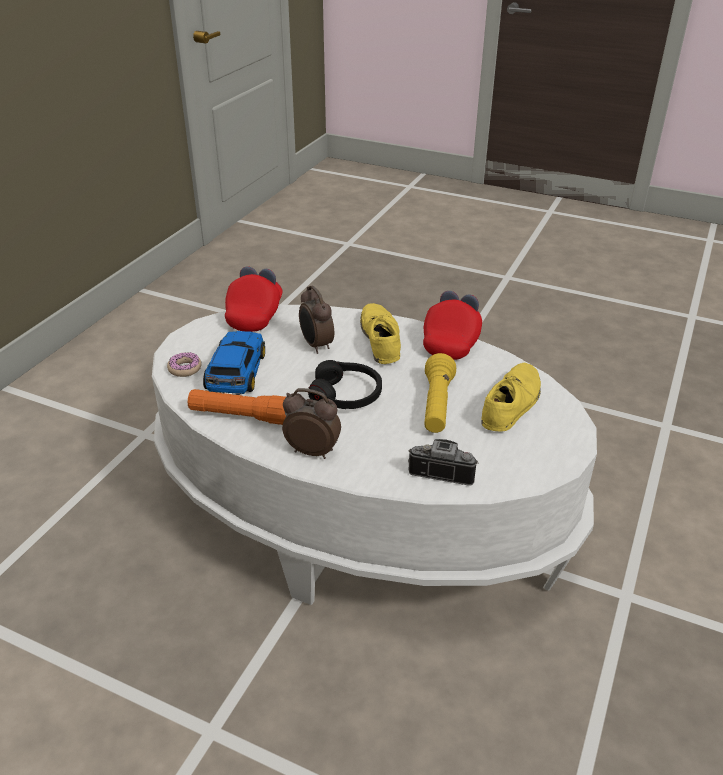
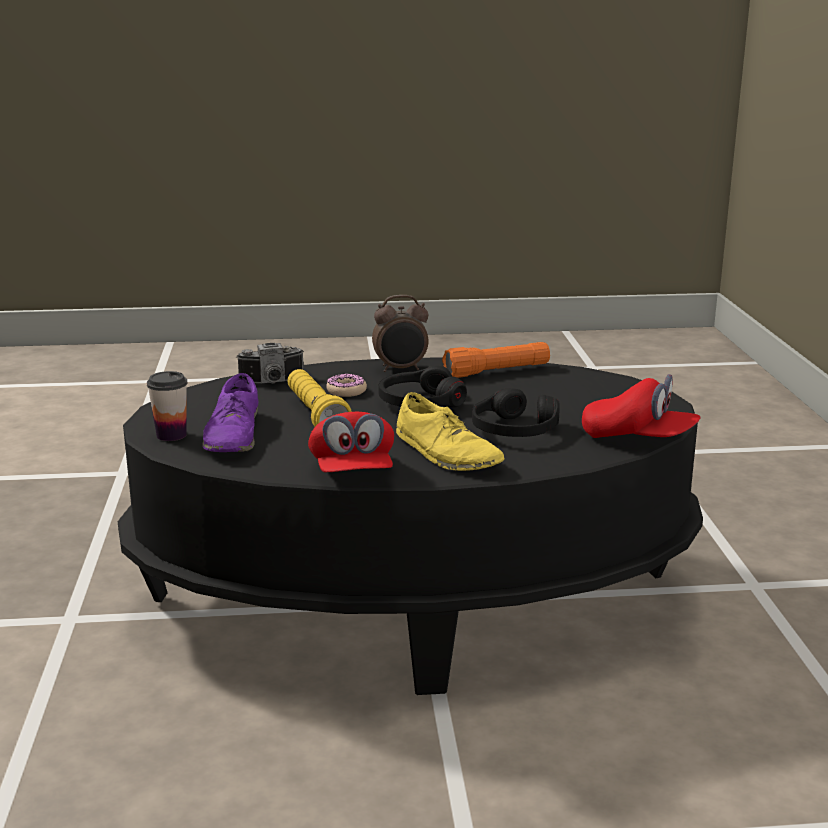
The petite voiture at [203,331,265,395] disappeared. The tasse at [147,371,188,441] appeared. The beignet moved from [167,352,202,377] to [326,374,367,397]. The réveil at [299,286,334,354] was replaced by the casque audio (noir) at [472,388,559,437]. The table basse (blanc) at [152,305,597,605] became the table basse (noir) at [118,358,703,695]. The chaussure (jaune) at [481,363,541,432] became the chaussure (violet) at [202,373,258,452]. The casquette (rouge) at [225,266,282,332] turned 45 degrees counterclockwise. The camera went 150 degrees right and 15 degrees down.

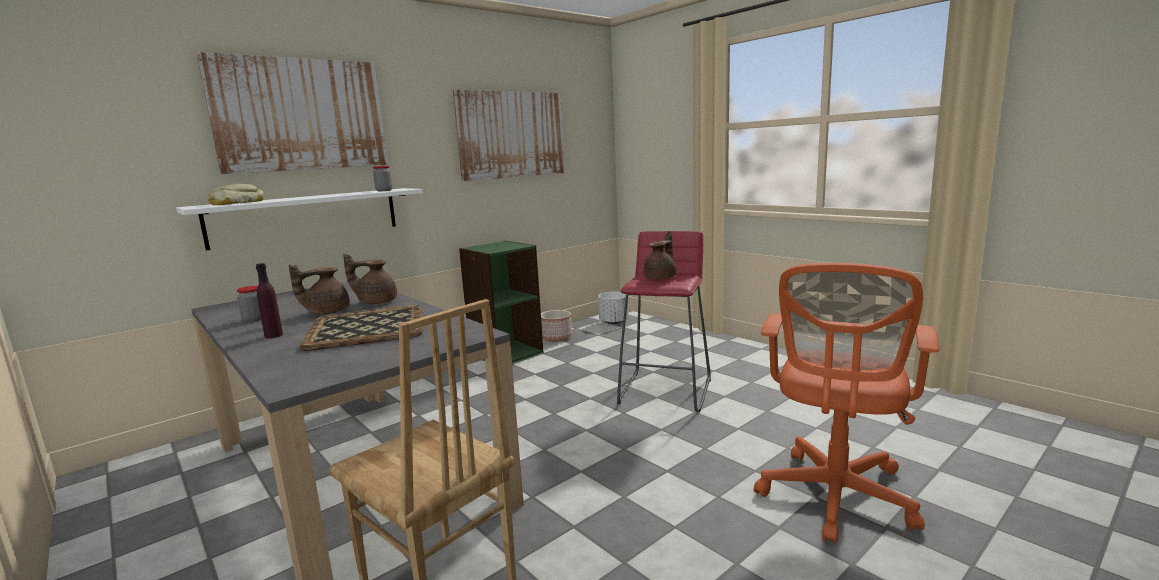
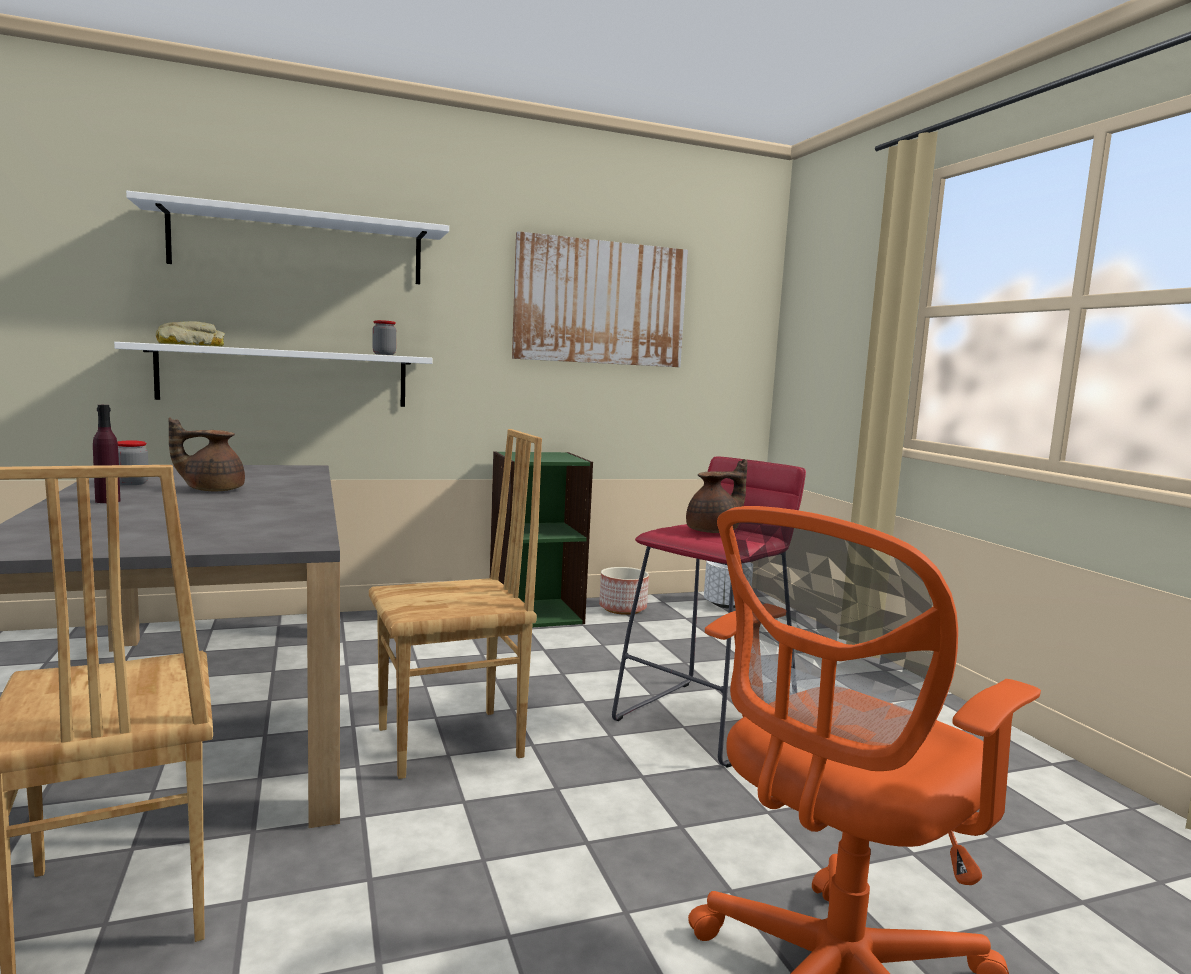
The plateau at [299,305,423,351] disappeared. The théière (marron) at [343,254,397,304] disappeared. The chaise (marron) at [369,429,542,779] appeared. The tableau at [197,52,388,174] was replaced by the étagère (blanc) at [126,191,449,284]. The camera went 20 degrees right and 5 degrees down.

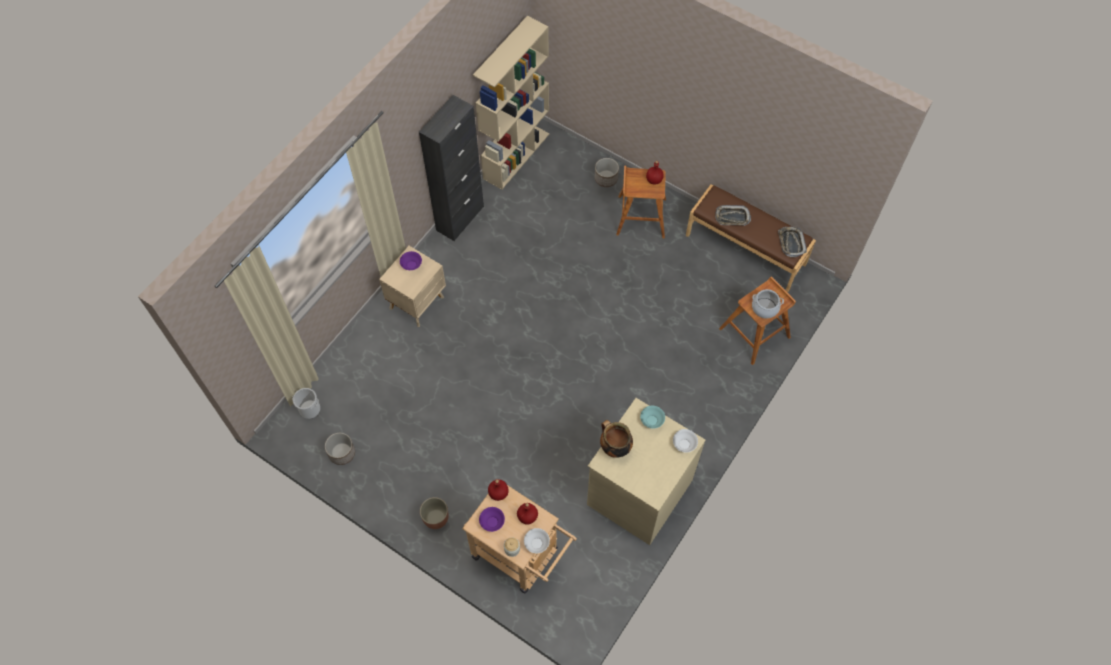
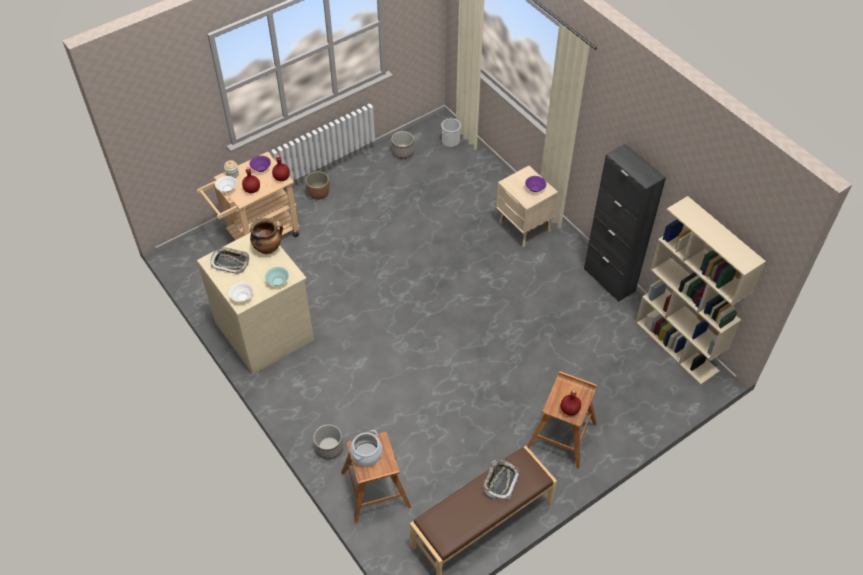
The cache-pot moved from [595,158,619,187] to [313,424,343,459]. The plateau moved from [778,227,807,257] to [210,247,250,274]. The camera went 110 degrees right and 10 degrees down.

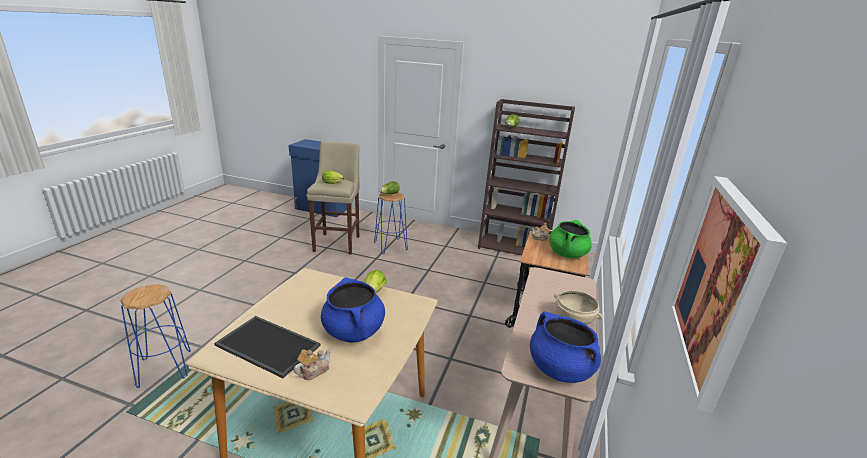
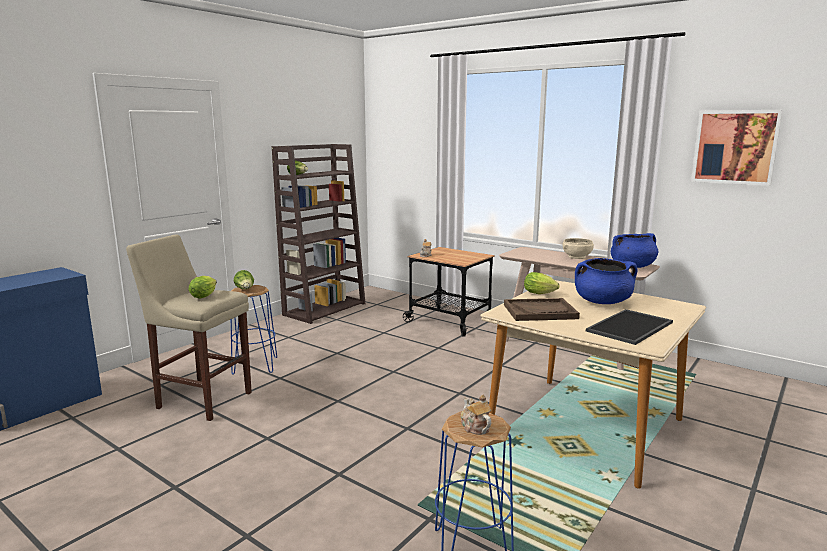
The marmite (vert) at [549,220,592,258] disappeared. The plateau (marron) at [504,298,580,321] appeared. The théière moved from [294,349,331,380] to [461,394,491,435]. The camera went 70 degrees left and 10 degrees down.

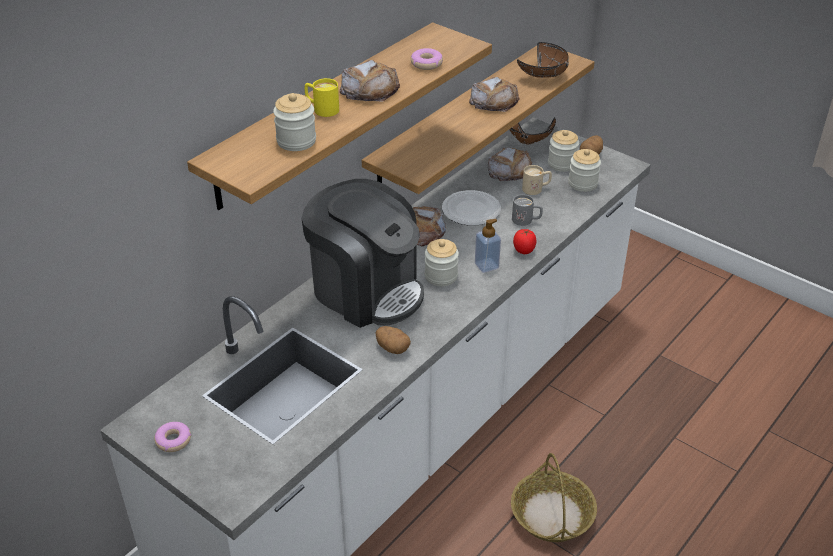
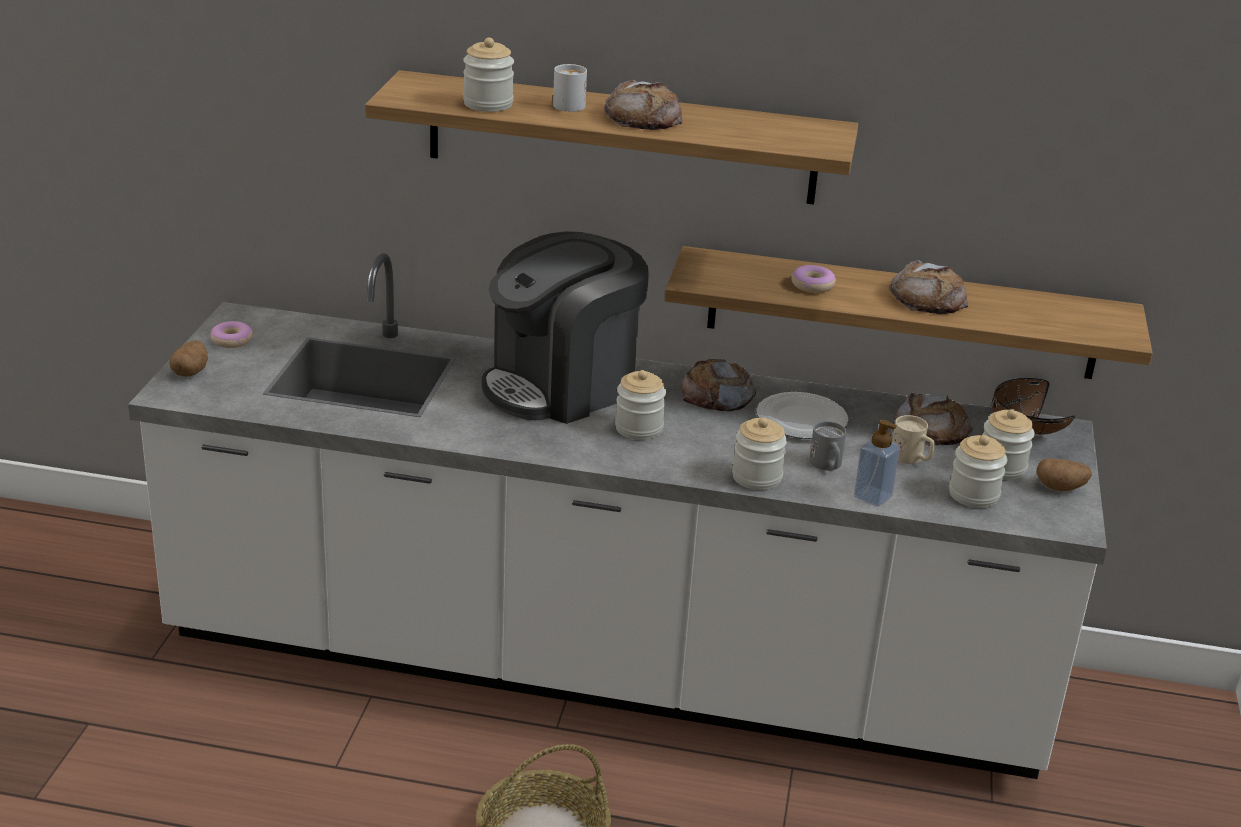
The bol (marron) at [517,42,569,78] disappeared. The pomme de terre moved from [376,326,411,354] to [169,340,208,377]. The beignet moved from [411,48,443,70] to [791,265,836,293]. The distributeur de savon moved from [475,219,501,273] to [854,420,900,507]. The tomate at [513,229,536,254] was replaced by the bocal at [732,417,787,490]. The mug (jaune) at [305,78,339,117] became the mug (blanc) at [553,64,587,112]. The machine à café at [302,179,424,328] turned 45 degrees clockwise. The camera went 60 degrees right and 10 degrees down.

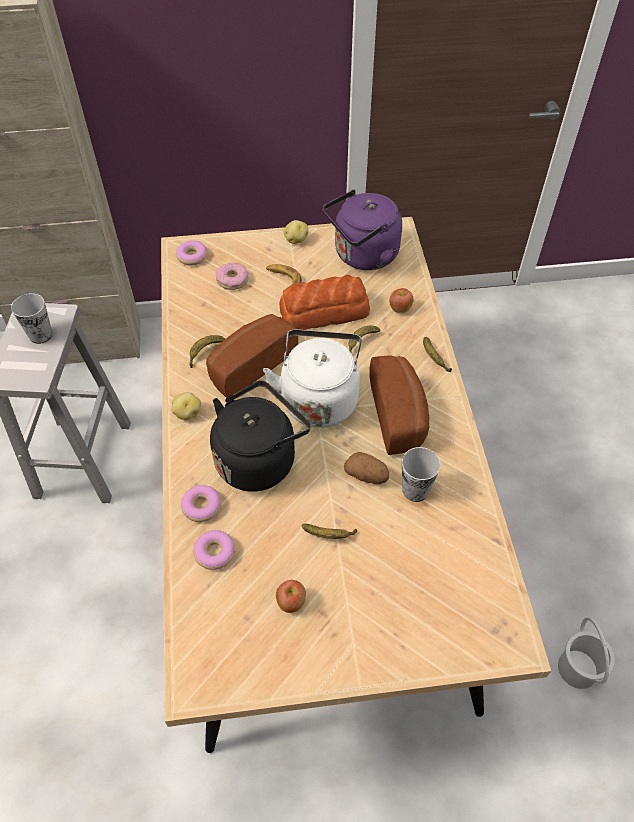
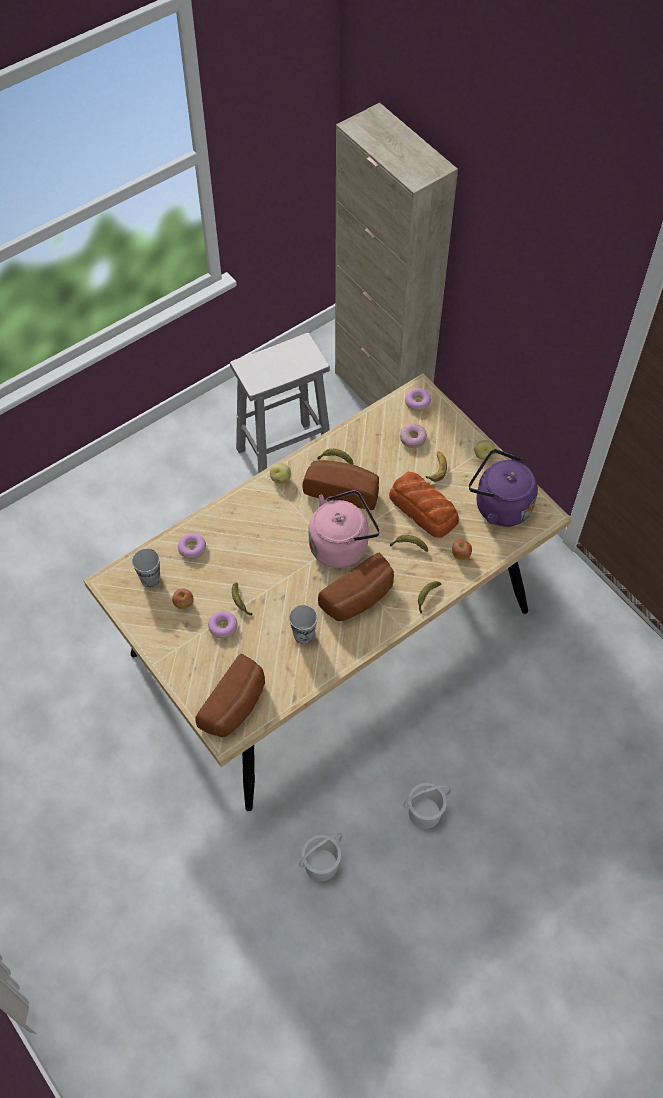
The bouilloire (noir) at [210,381,310,492] disappeared. The pomme de terre at [344,452,389,484] disappeared. The pain at [196,654,265,737] appeared. The seau (blanc) at [404,783,452,829] appeared. The tasse moved from [11,293,53,344] to [132,548,160,587]. The beignet moved from [181,485,221,522] to [208,611,238,638]. The bouilloire (blanc) at [263,329,361,428] became the bouilloire (rose) at [308,490,380,568]. The camera went 60 degrees right and 5 degrees up.

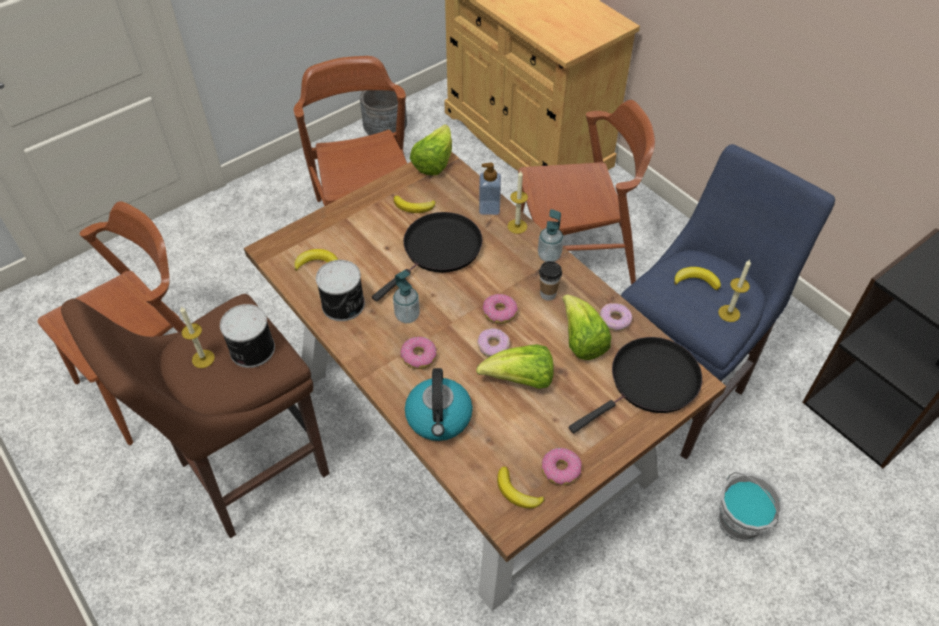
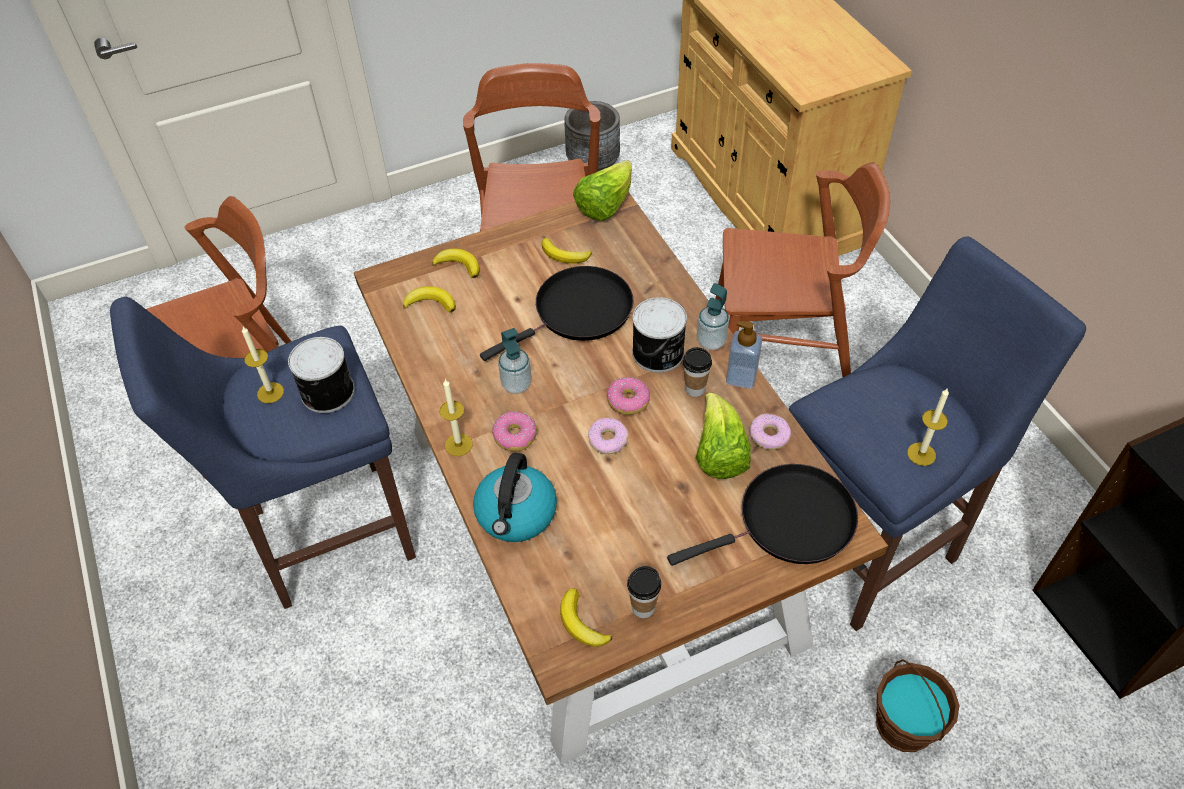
The laitue at [476,344,554,389] disappeared. The boîte métallique moved from [316,260,365,321] to [632,297,687,373]. The distributeur de savon moved from [479,163,501,215] to [726,321,762,389]. The bougie moved from [507,171,528,234] to [439,379,473,456]. The banane moved from [674,267,721,290] to [432,249,480,278]. The beignet at [541,448,582,485] was replaced by the tasse at [627,566,661,618]. The tabouret (marron) at [61,294,329,539] became the tabouret (bleu) at [110,297,416,609]. The seau (gris) at [718,472,784,542] became the seau (marron) at [876,659,959,752]. The camera went 15 degrees right and 0 degrees up.

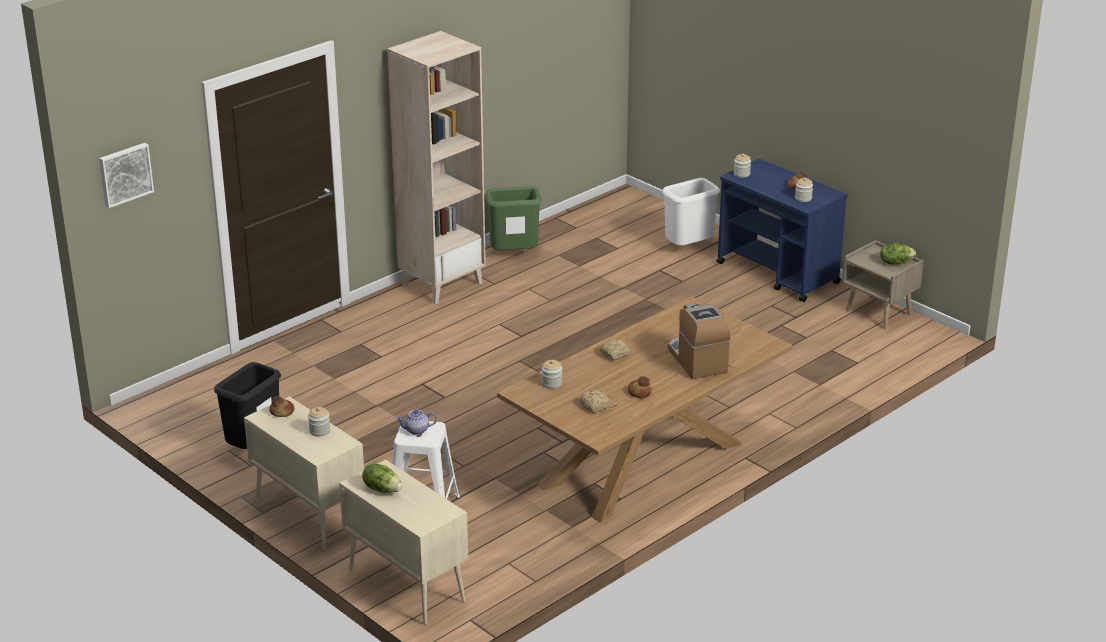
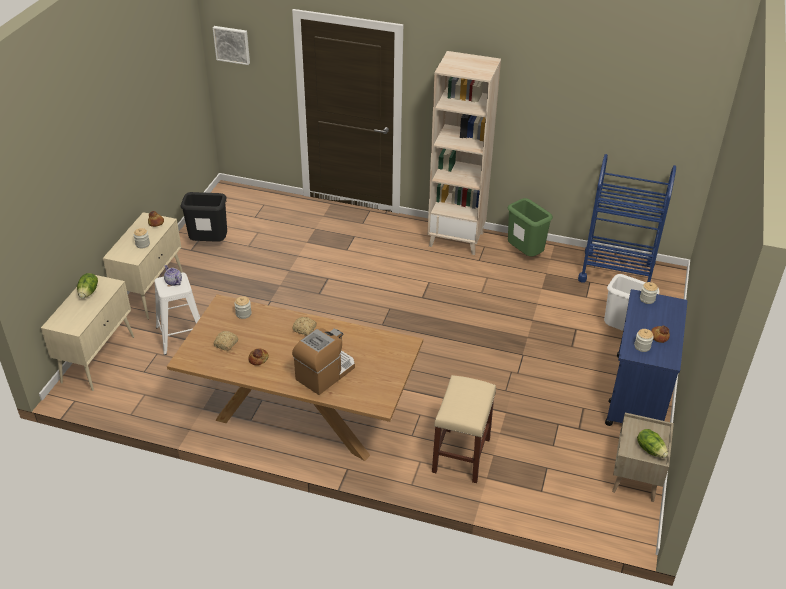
The tabouret (beige) at [432,375,496,483] appeared. The chariot (bleu) at [578,154,676,282] appeared. The camera went 60 degrees right and 10 degrees up.

